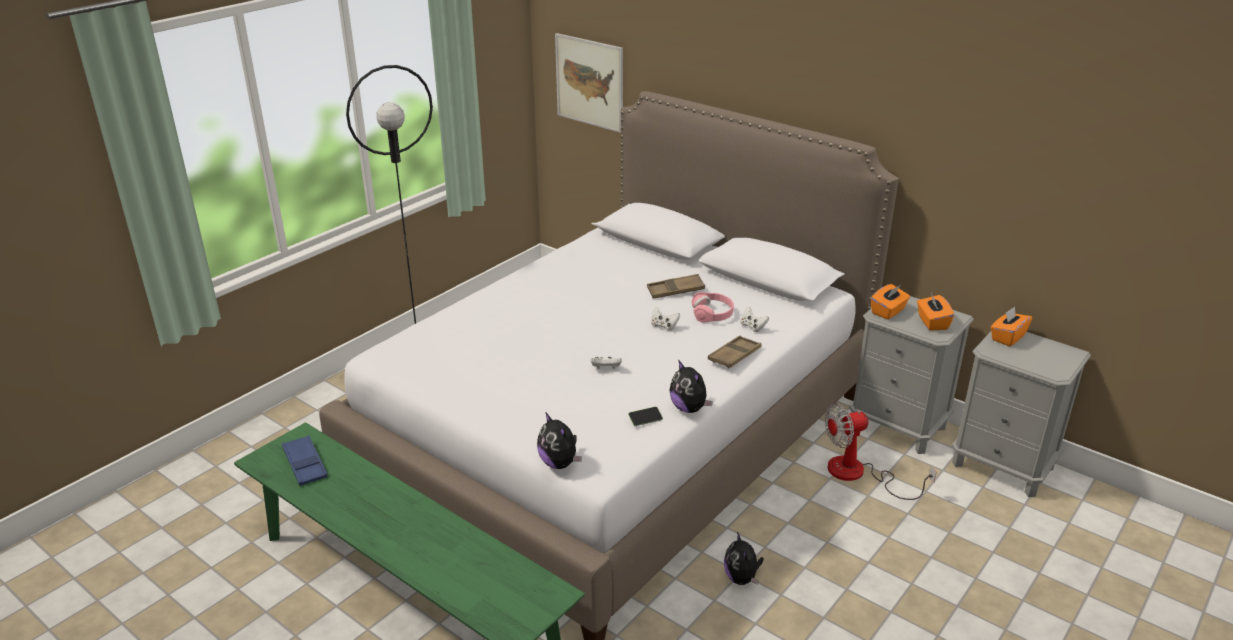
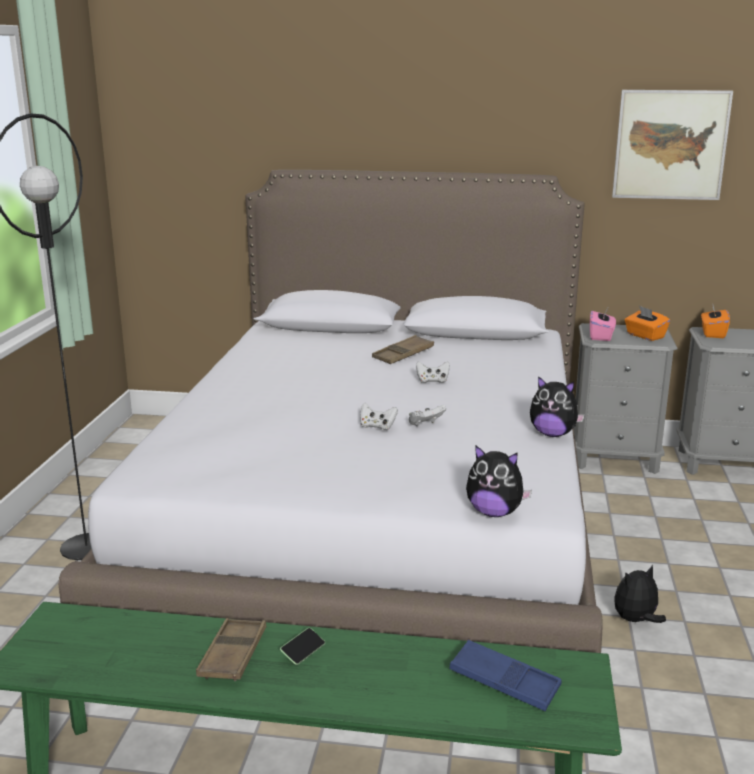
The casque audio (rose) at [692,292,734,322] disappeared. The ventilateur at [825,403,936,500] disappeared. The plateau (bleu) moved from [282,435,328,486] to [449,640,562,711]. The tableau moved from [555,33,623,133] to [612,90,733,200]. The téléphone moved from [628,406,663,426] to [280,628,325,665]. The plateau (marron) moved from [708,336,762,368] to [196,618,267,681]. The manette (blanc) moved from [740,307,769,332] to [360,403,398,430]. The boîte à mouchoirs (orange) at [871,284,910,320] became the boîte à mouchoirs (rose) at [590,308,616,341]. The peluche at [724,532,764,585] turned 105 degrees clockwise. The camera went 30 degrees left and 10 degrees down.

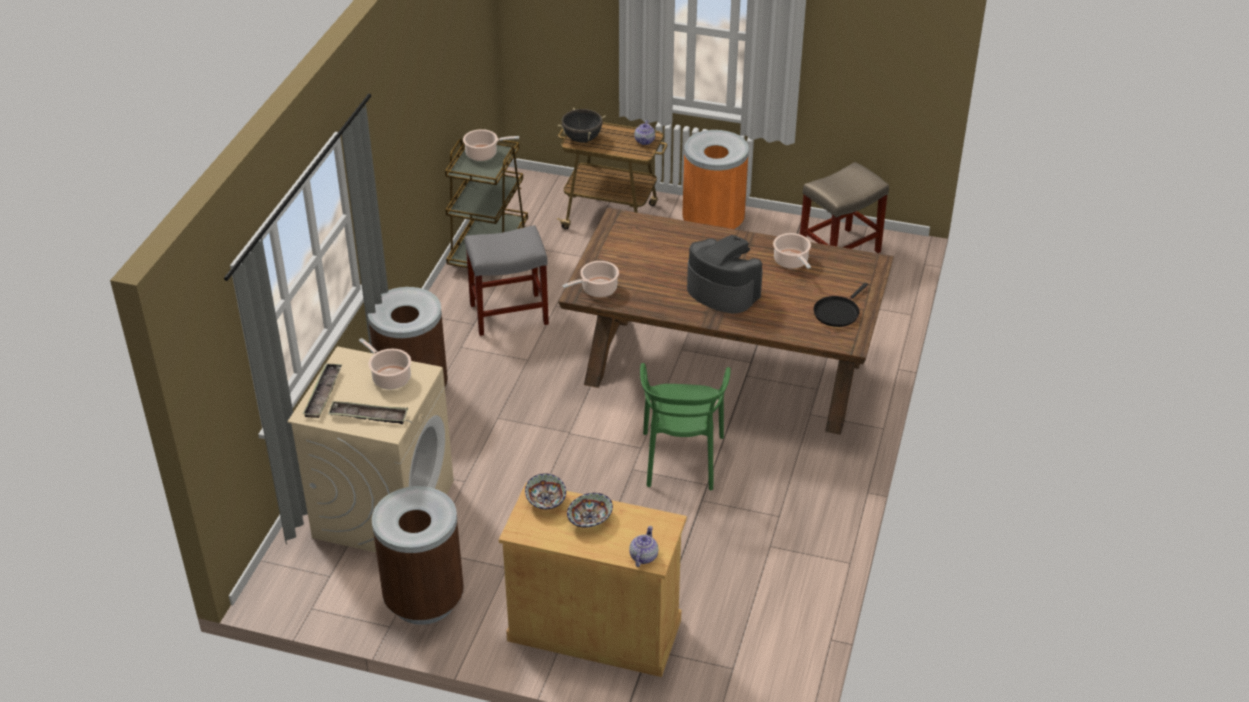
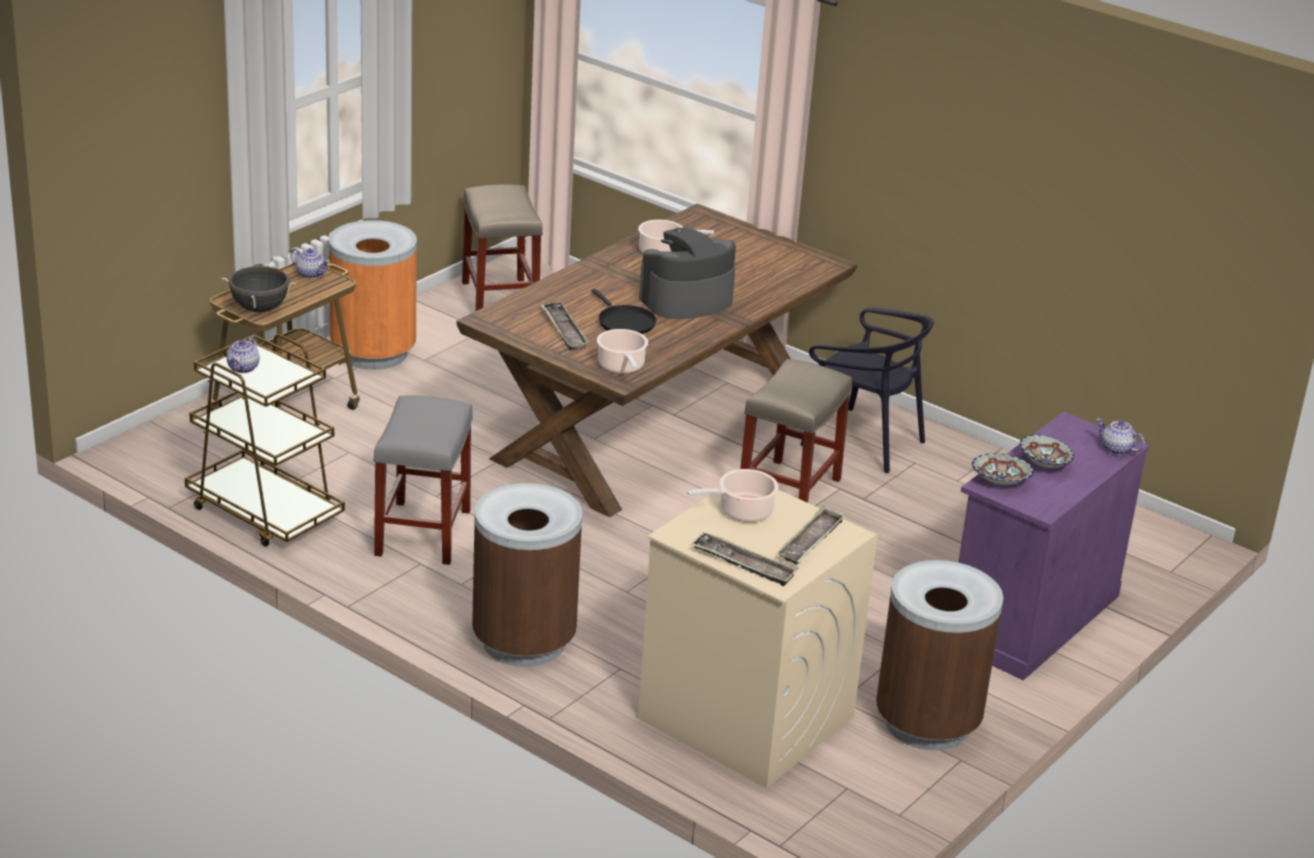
The plateau at [541,301,590,351] appeared. The chaise (noir) at [800,308,934,473] appeared. The poêle (noir) moved from [813,283,868,327] to [591,289,656,334]. The marmite at [463,129,519,161] was replaced by the théière at [226,336,259,373]. The chaise (vert) at [640,363,731,490] was replaced by the tabouret (beige) at [740,359,852,503]. The meuble de rangement (beige) at [499,482,687,677] became the meuble de rangement (violet) at [958,412,1149,680]. The camera went 70 degrees left and 10 degrees down.

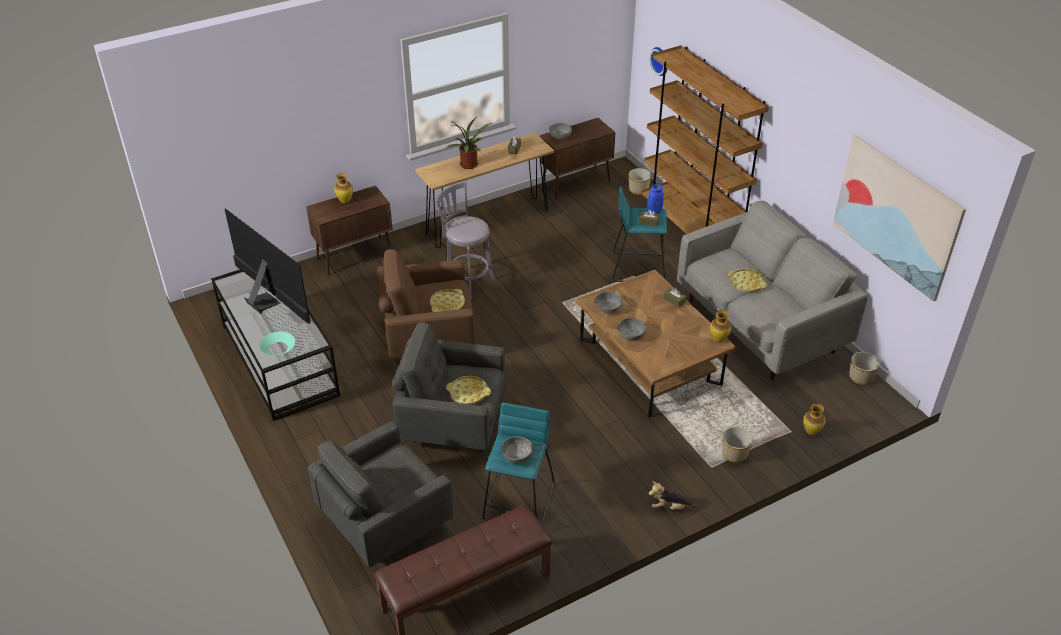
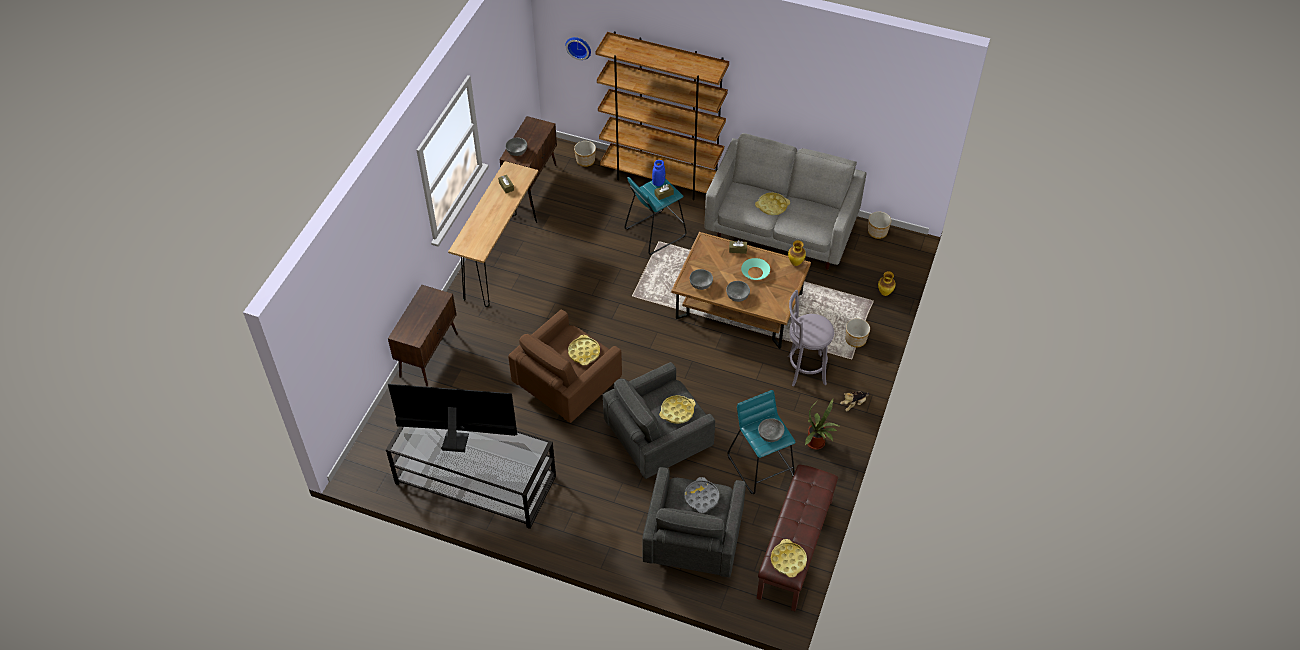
The vase at [334,173,353,203] disappeared. The tableau at [833,135,966,301] disappeared. The plateau (gris) at [685,477,719,513] appeared. The plateau (jaune) at [771,539,807,577] appeared. The bol (turquoise) moved from [259,332,295,355] to [741,258,770,280]. The tabouret (gris) moved from [436,181,496,299] to [788,290,834,387]. The plante en pot moved from [446,116,492,169] to [805,399,841,450]. The camera went 40 degrees left and 10 degrees up.

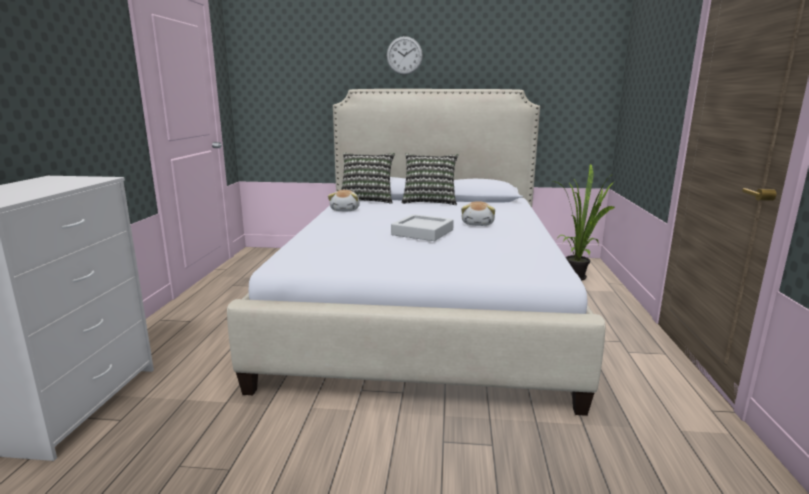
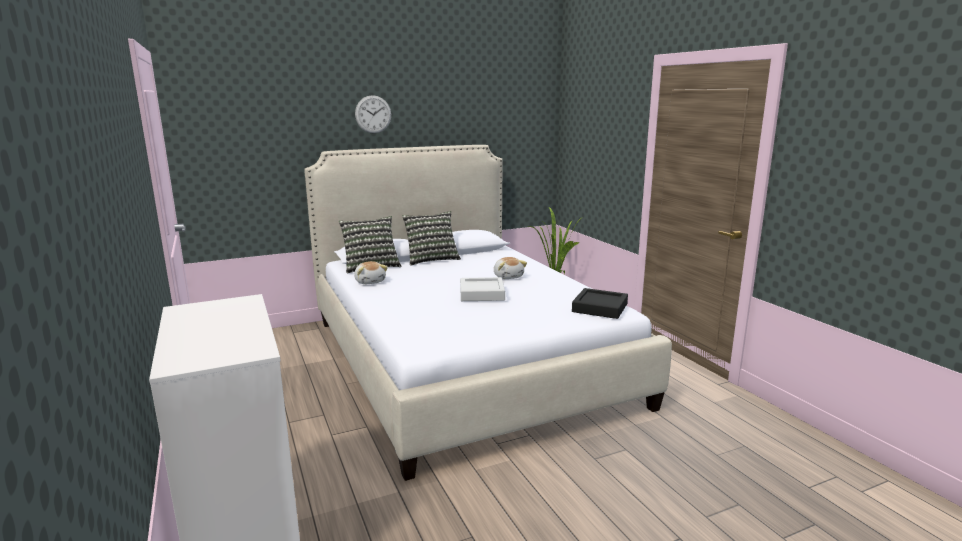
The plateau (noir) at [572,288,628,319] appeared. The camera went 30 degrees left and 0 degrees up.

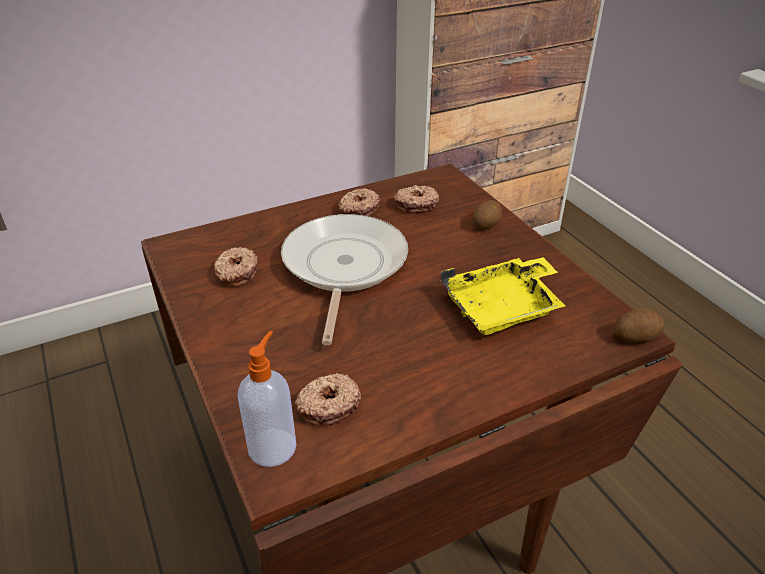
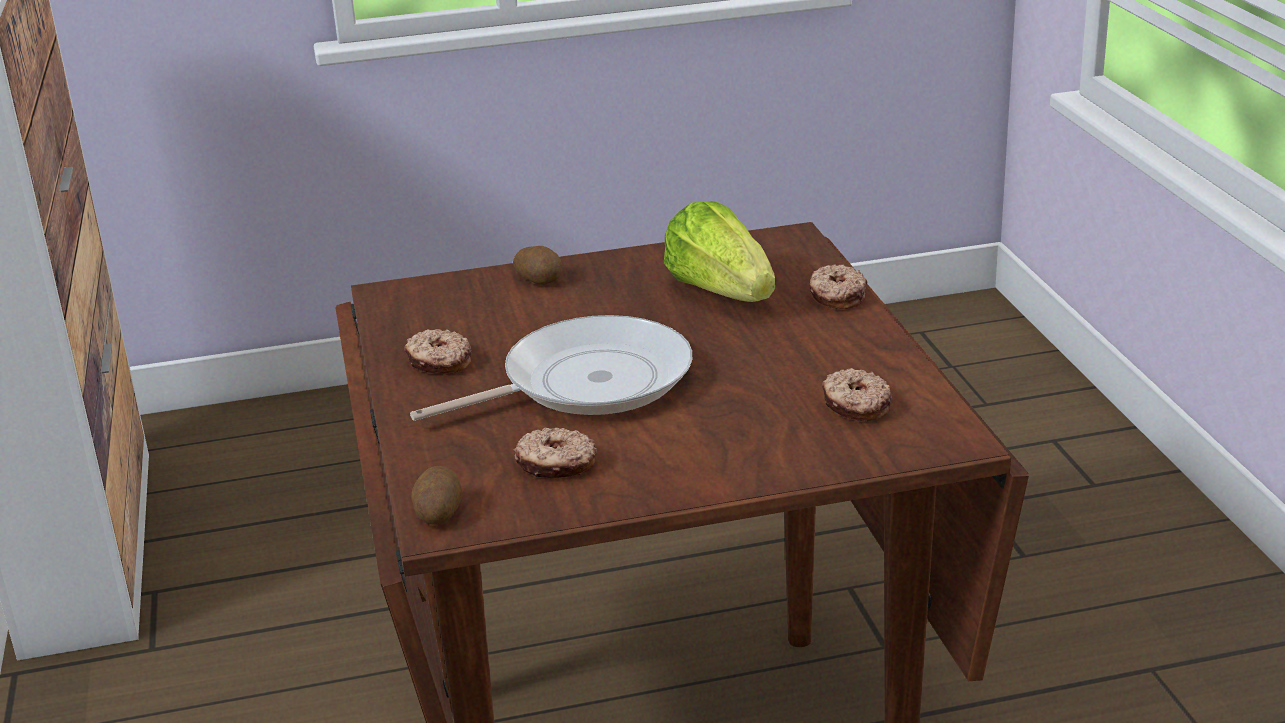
The distributeur de savon at [237,331,296,467] disappeared. The beignet moved from [394,185,439,213] to [810,264,867,309]. The pomme de terre moved from [614,309,665,342] to [411,466,462,525]. The plateau (jaune) at [440,257,566,335] was replaced by the laitue at [664,201,775,302]. The poêle at [281,214,408,345] turned 135 degrees clockwise. The camera went 75 degrees left and 10 degrees down.

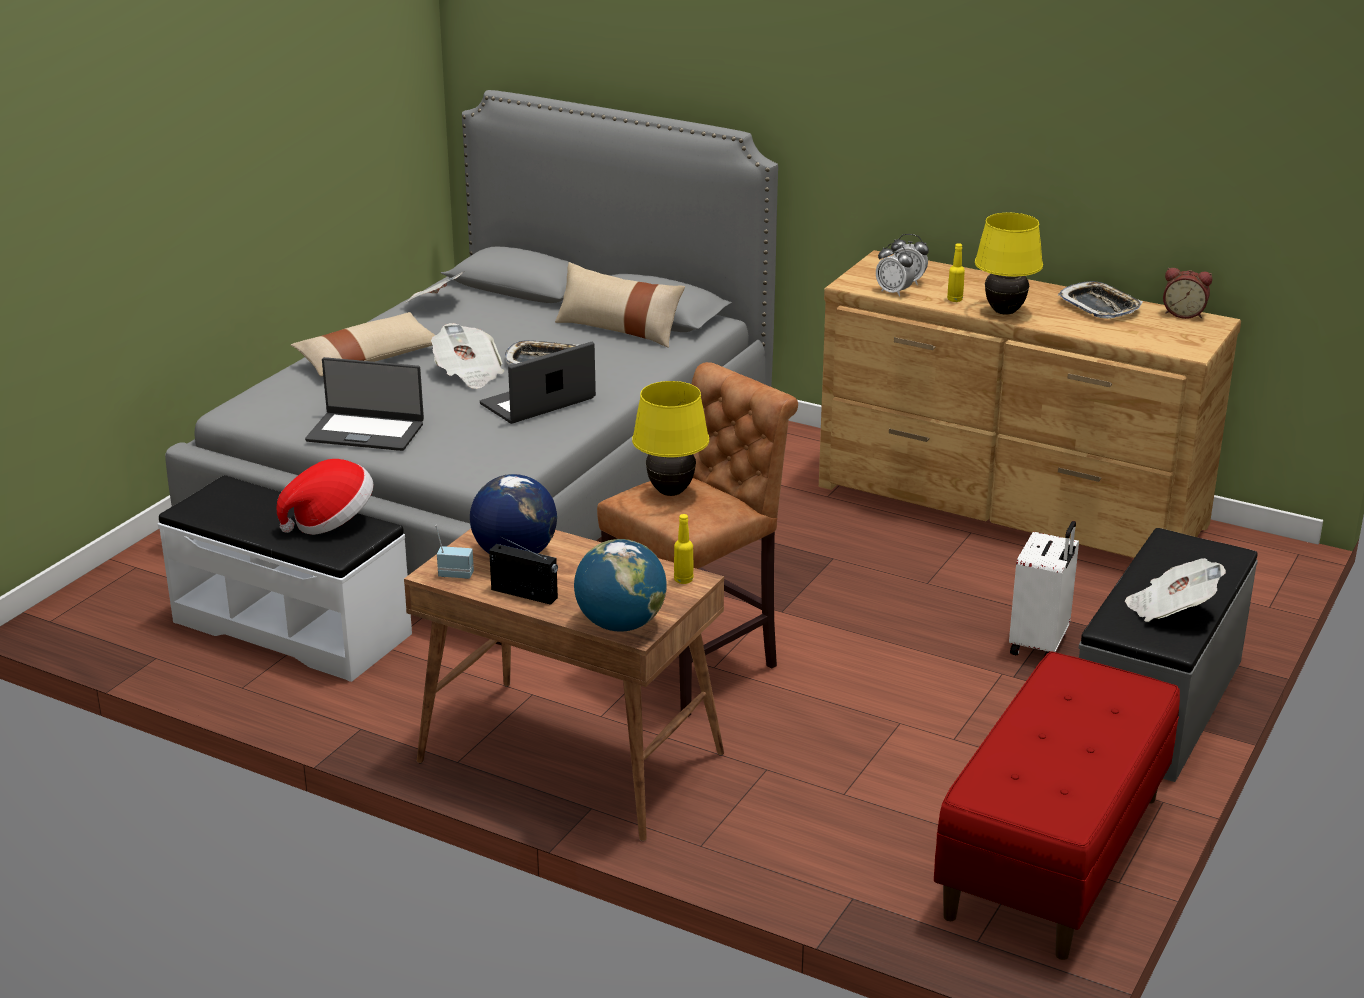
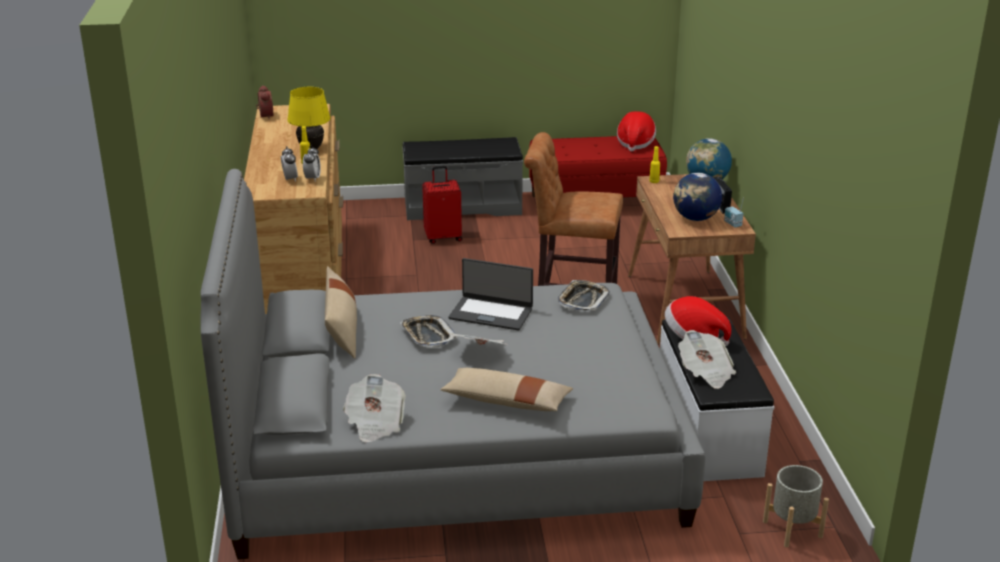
The ordinateur portable at [305,357,424,451] disappeared. The lampe de table (jaune) at [632,381,709,496] disappeared. The chapeau at [617,111,656,152] appeared. The cache-pot (gris) at [763,465,829,547] appeared. The plateau moved from [1057,281,1143,319] to [558,280,610,311]. The journal moved from [1125,558,1226,622] to [678,330,736,389]. The valise (blanc) at [1009,521,1079,657] became the valise (rouge) at [422,166,462,244]. The camera went 125 degrees left and 0 degrees up.

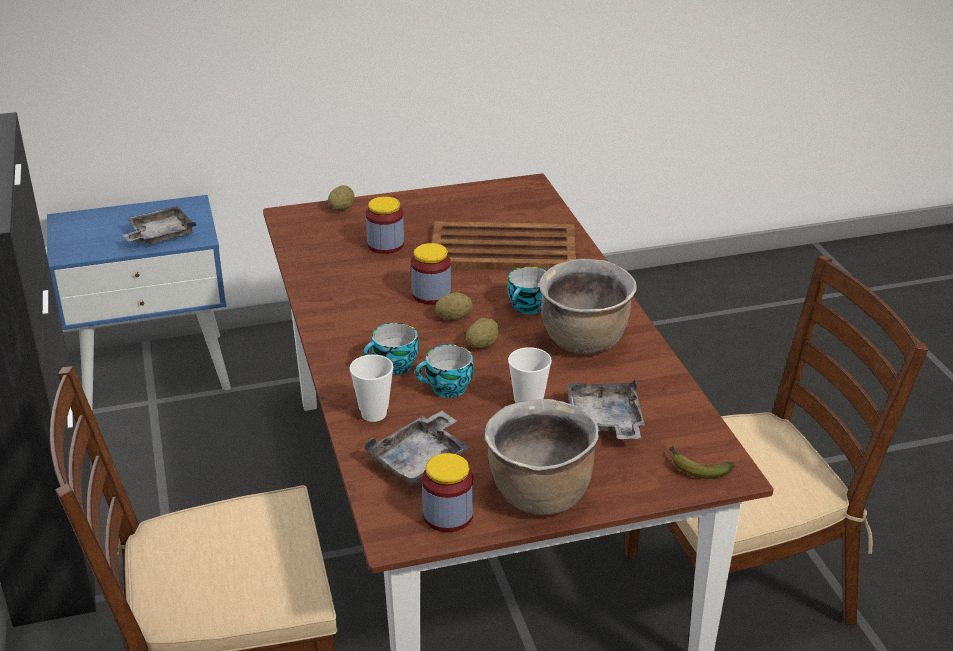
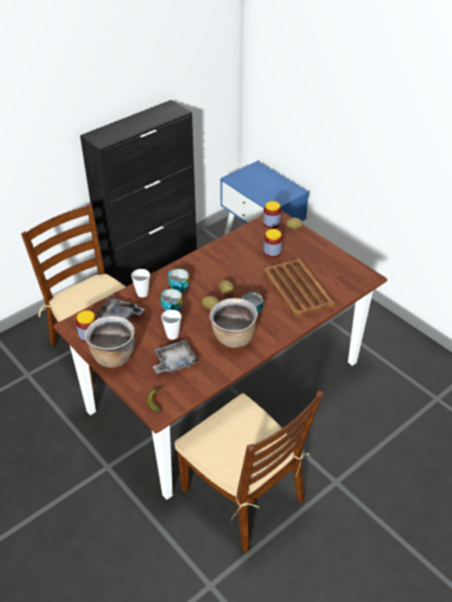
The plateau (gris) at [123,206,196,244] disappeared. The bocal moved from [411,243,451,304] to [263,201,281,229]. The camera went 65 degrees right and 10 degrees up.

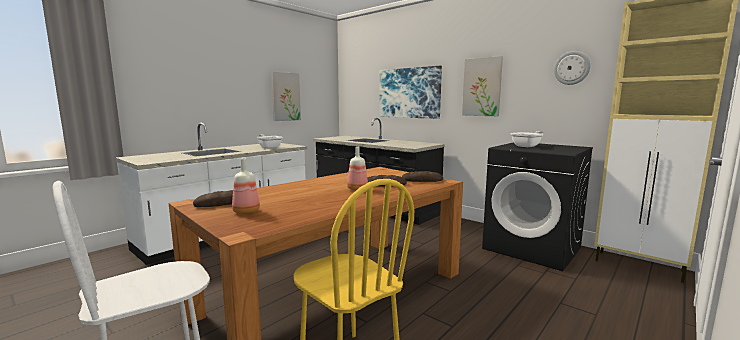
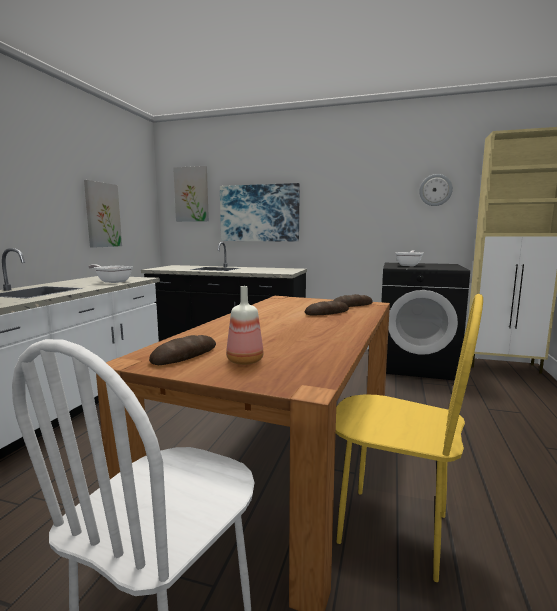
The bouteille at [347,147,368,191] disappeared. The tableau moved from [462,56,503,116] to [173,166,209,222]. The camera went 25 degrees left and 0 degrees up.

